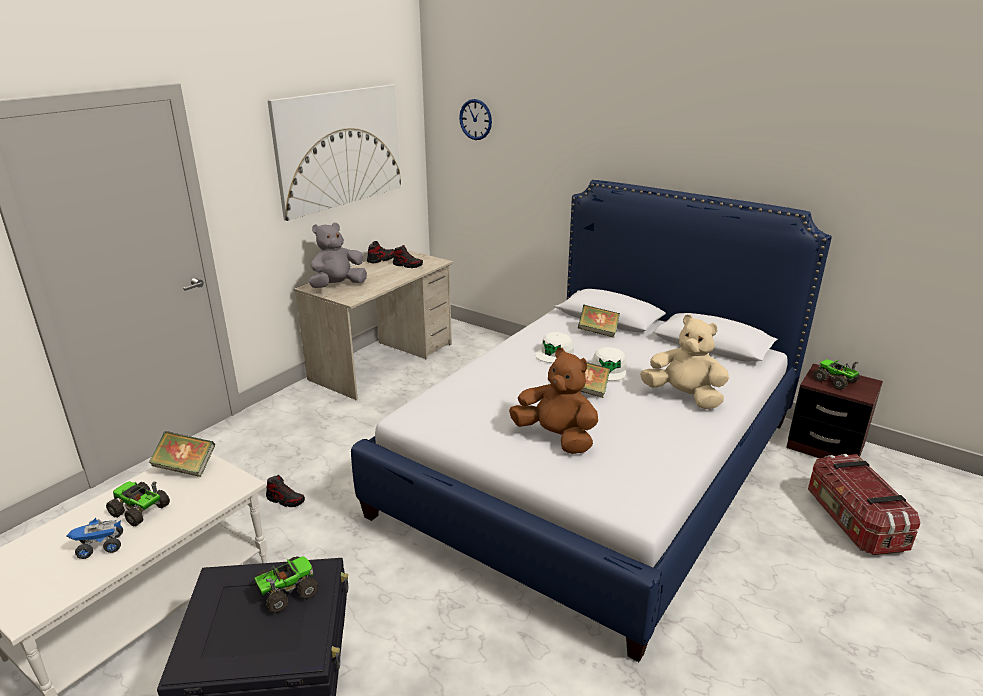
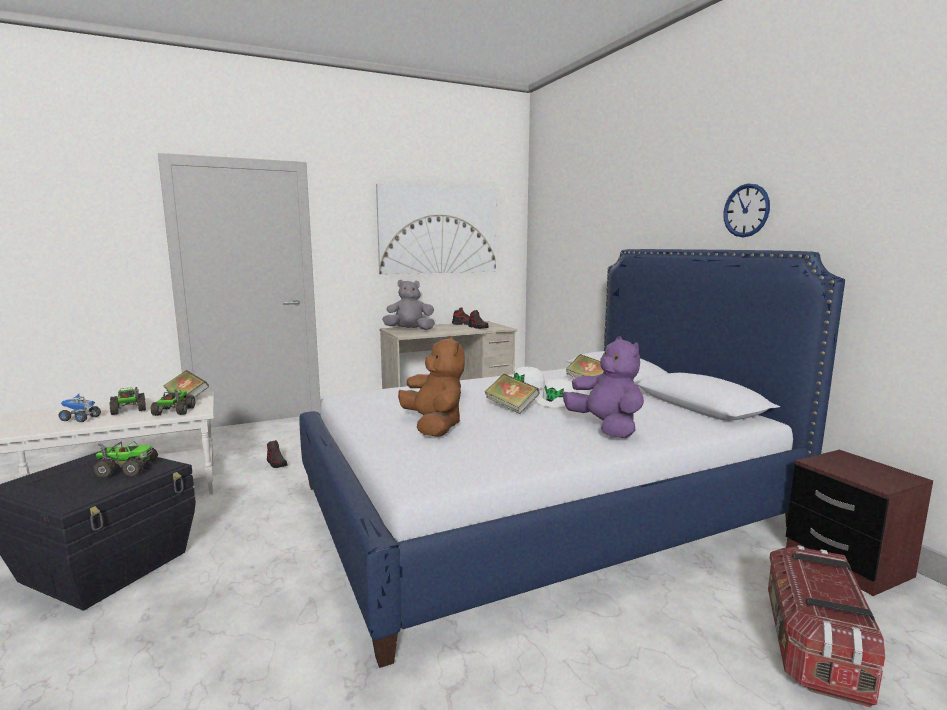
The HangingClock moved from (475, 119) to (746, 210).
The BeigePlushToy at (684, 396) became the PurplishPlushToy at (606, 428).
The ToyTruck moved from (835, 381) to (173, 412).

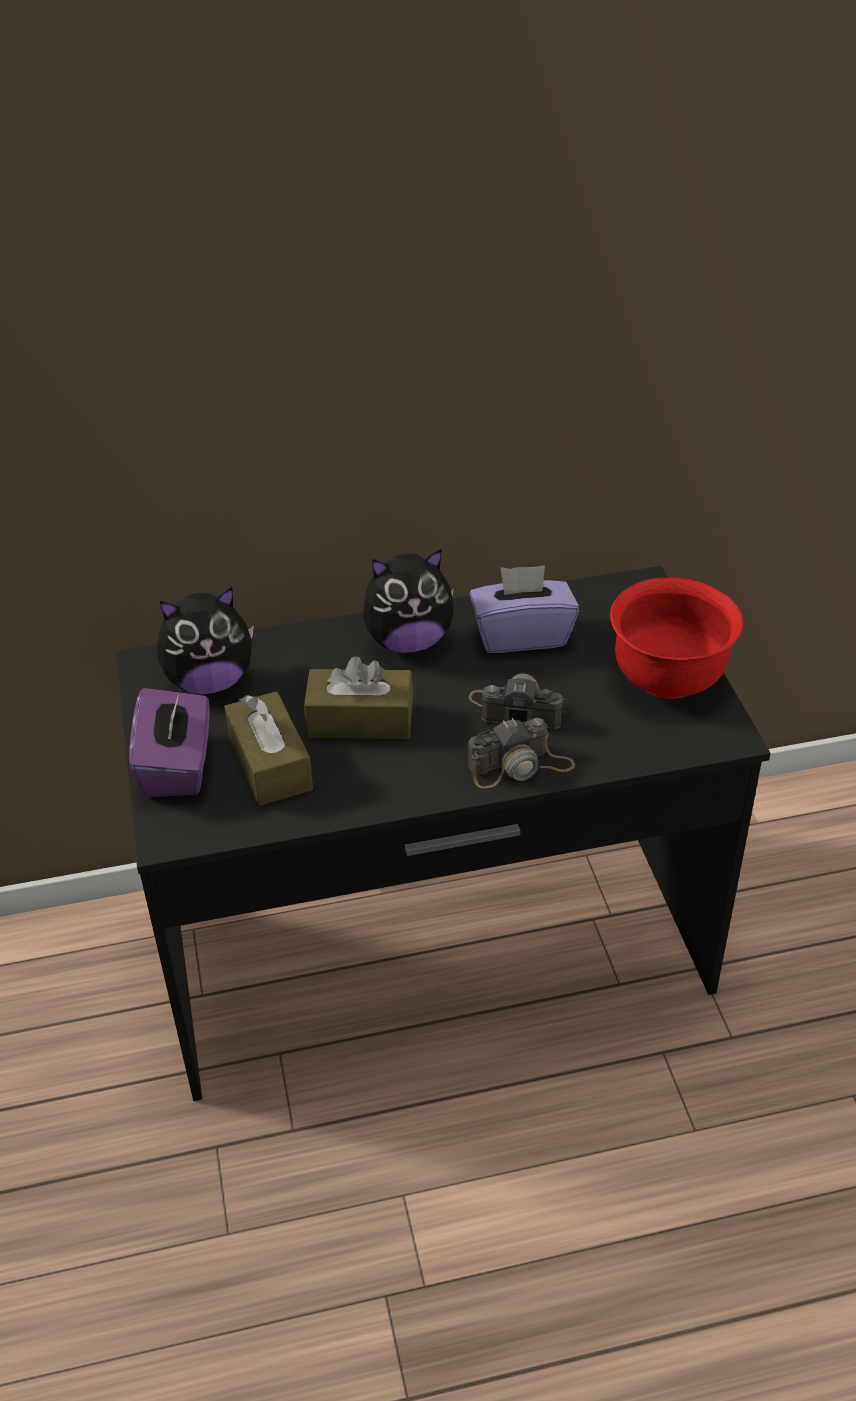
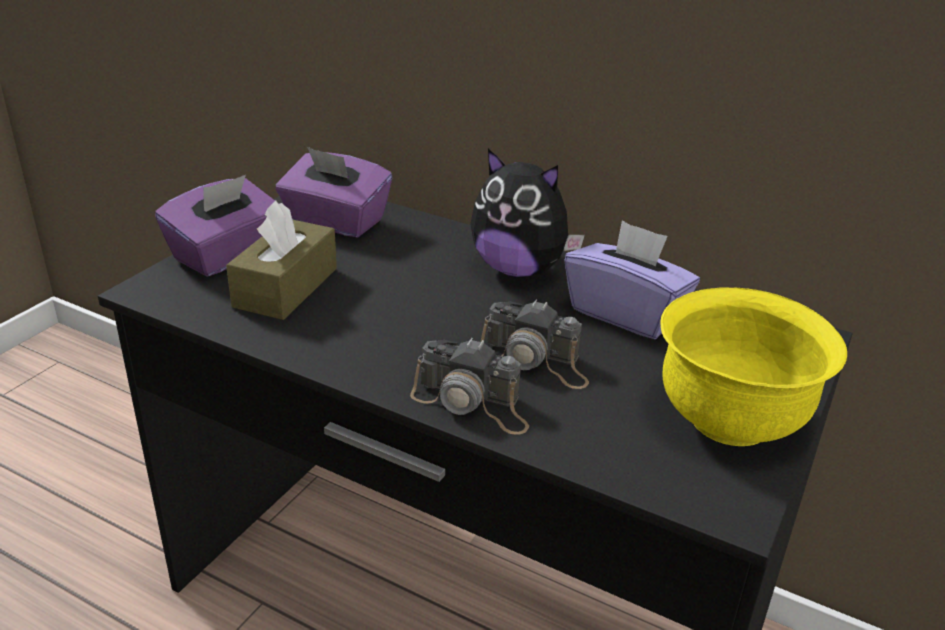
The RedDeepDish at (668, 679) became the YellowDeepDish at (731, 421).
The PlushToy at (209, 681) was replaced by the PurplishTissueBox at (335, 221).
The BrownTissueBox at (360, 720) disappeared.
The PhotoCamera at (515, 710) turned 150 degrees clockwise.

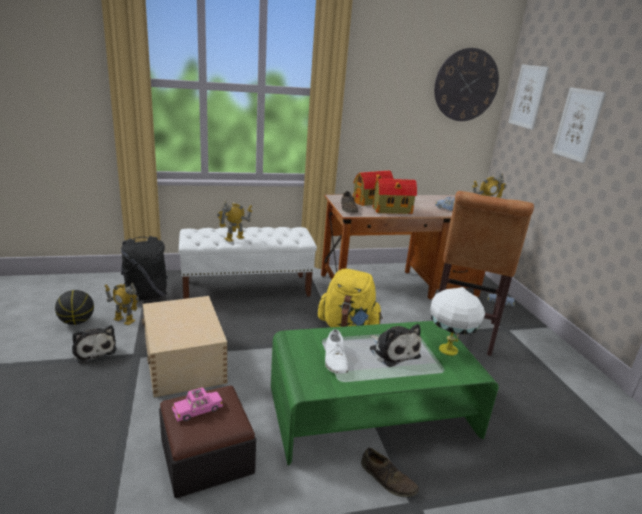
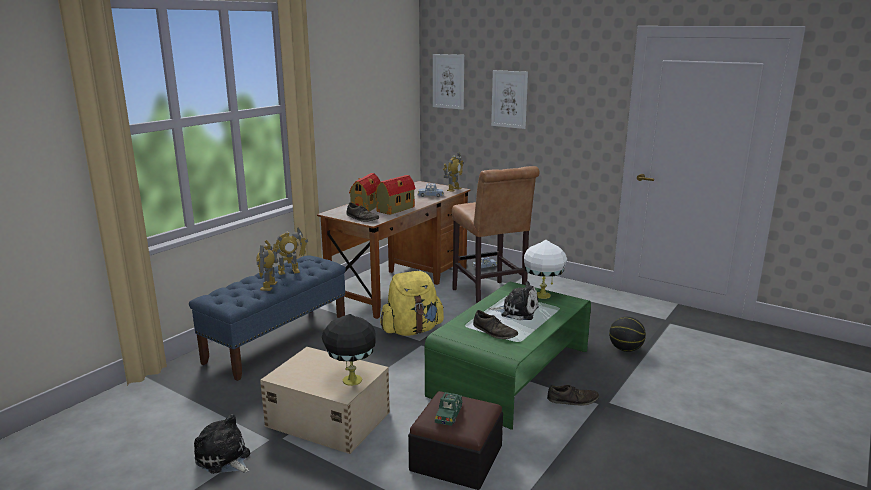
The HangingClock at (466, 85) disappeared.
The WhiteColouredBench at (247, 288) became the BlueBench at (278, 341).
The BlackishKnapsack at (146, 296) disappeared.
The ToyRobot moved from (124, 320) to (289, 272).
The BasketballBall moved from (76, 322) to (625, 349).
The PlushToy at (94, 350) turned 150 degrees counterclockwise.
The WhiteColouredLowShoe at (335, 359) became the BrownLowShoe at (494, 332).
The PinkModelCar at (198, 410) became the GreenColouredModelCar at (449, 414).
The BlackishLampForATable at (351, 380) appeared.

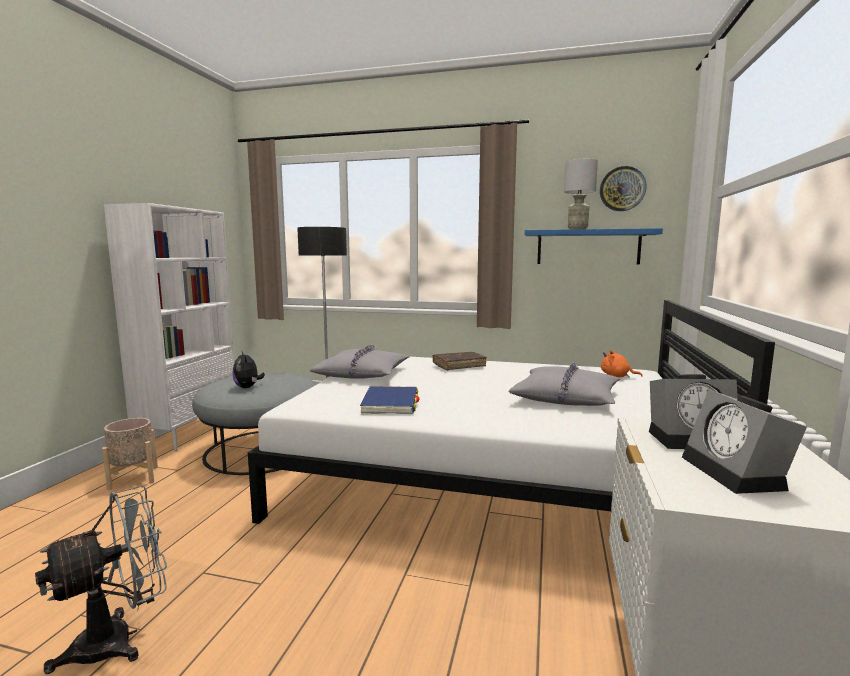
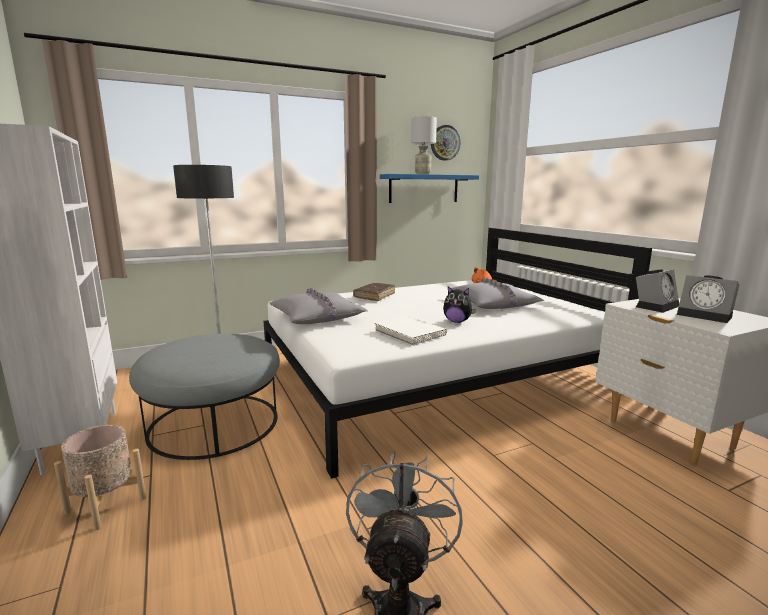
The PlushToy moved from (248, 387) to (457, 321).
The BlueBook at (390, 403) became the WhiteColouredBook at (410, 333).

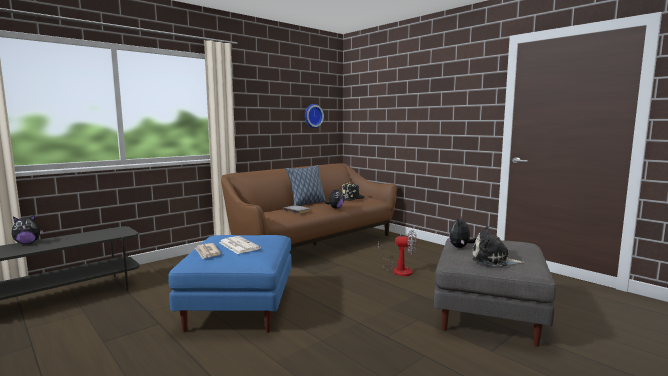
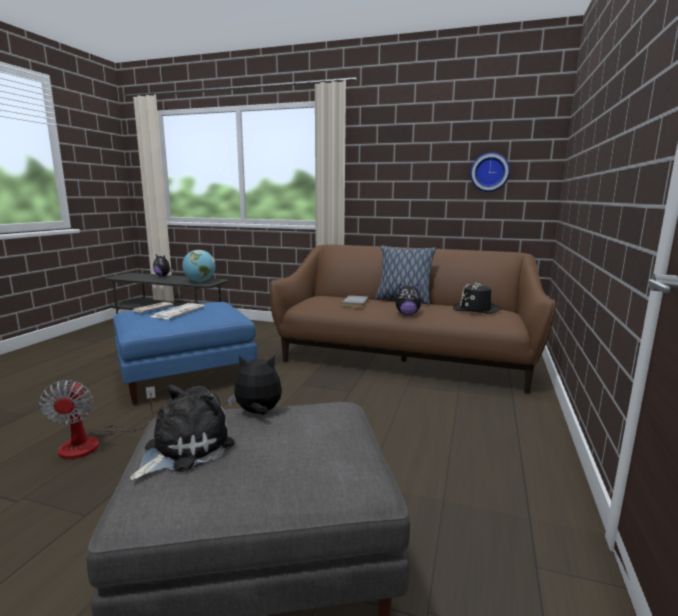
The PlushToy at (493, 260) turned 45 degrees clockwise.
The CoolingFan moved from (398, 269) to (93, 442).
The WorldGlobe at (200, 281) appeared.

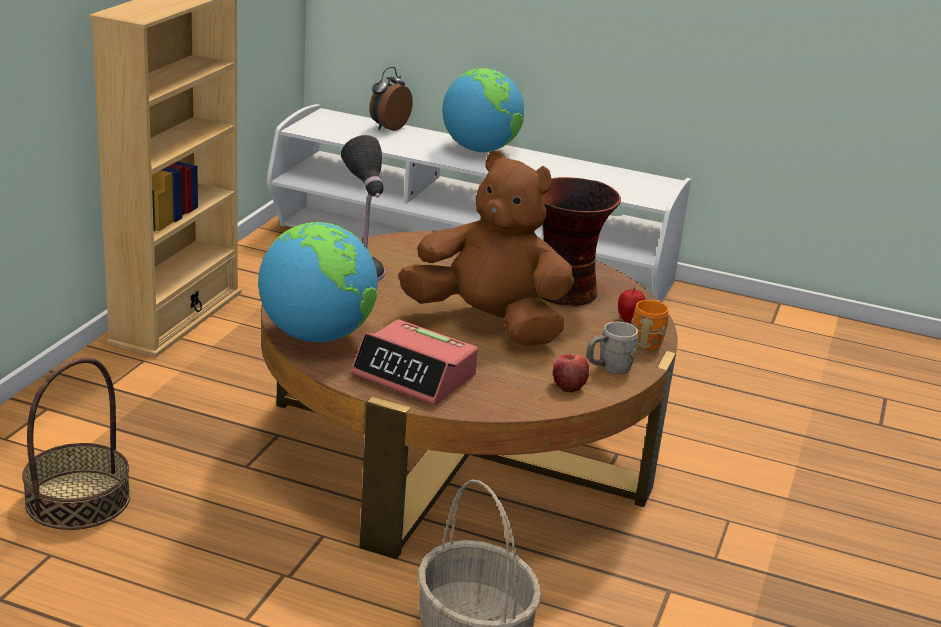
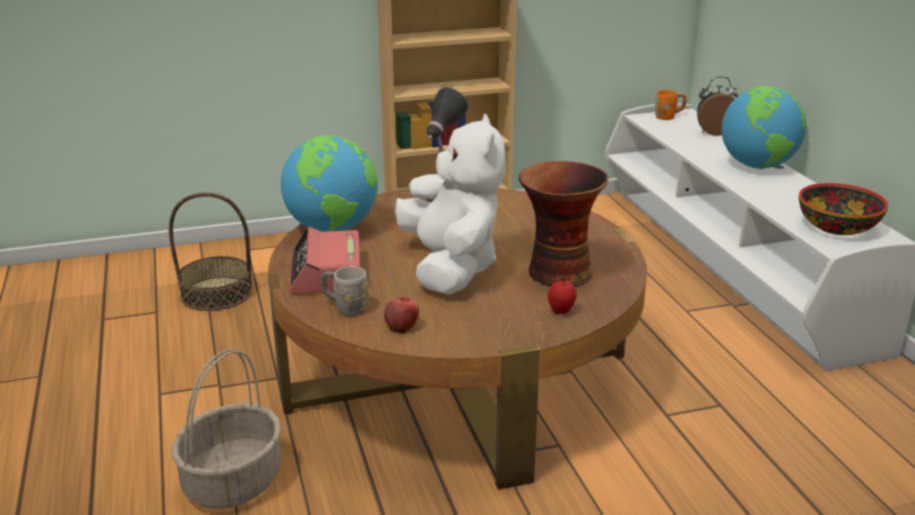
The BrownPlushToy at (488, 323) became the WhiteColouredPlushToy at (450, 267).
The OrangeColouredMug moved from (648, 340) to (669, 117).
The GreyishMug moved from (608, 368) to (345, 307).
The DeepDish at (837, 226) appeared.

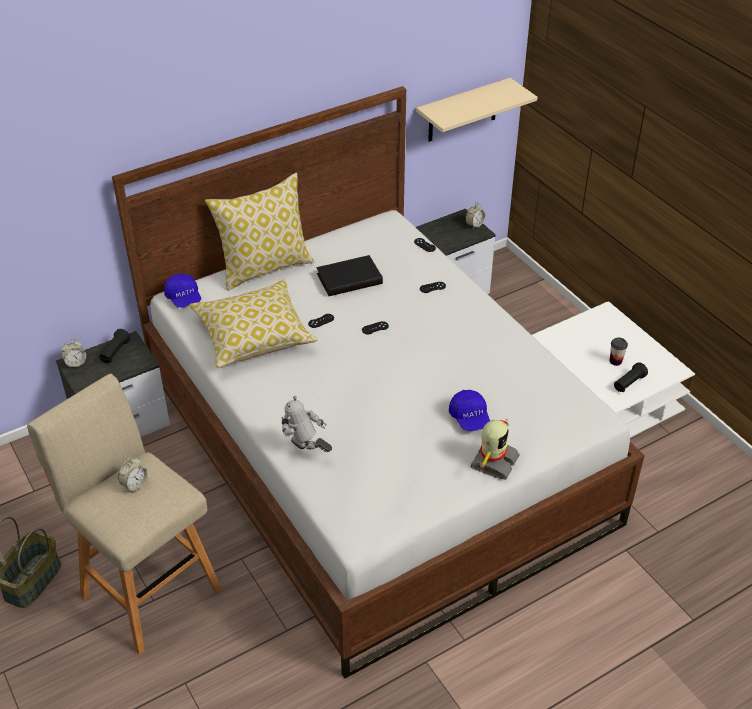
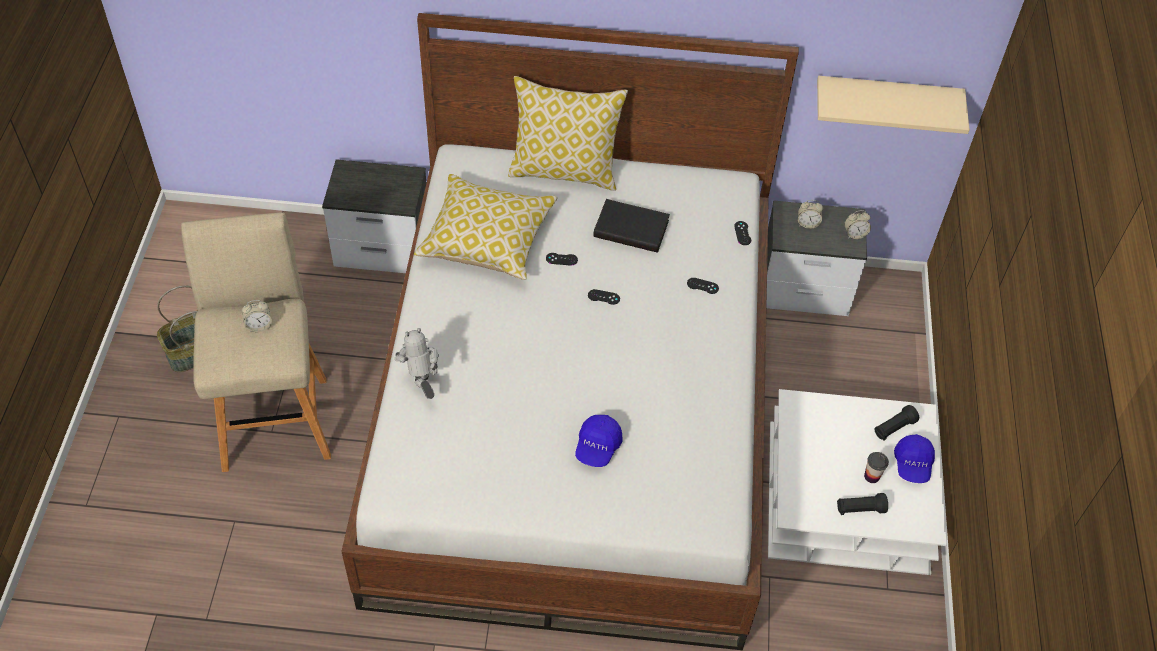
The BlueBaseballCap moved from (184, 298) to (912, 464).
The BlackishTorch moved from (115, 352) to (893, 428).
The BedsideClock moved from (75, 363) to (807, 223).
The ToyRobot at (493, 461) disappeared.

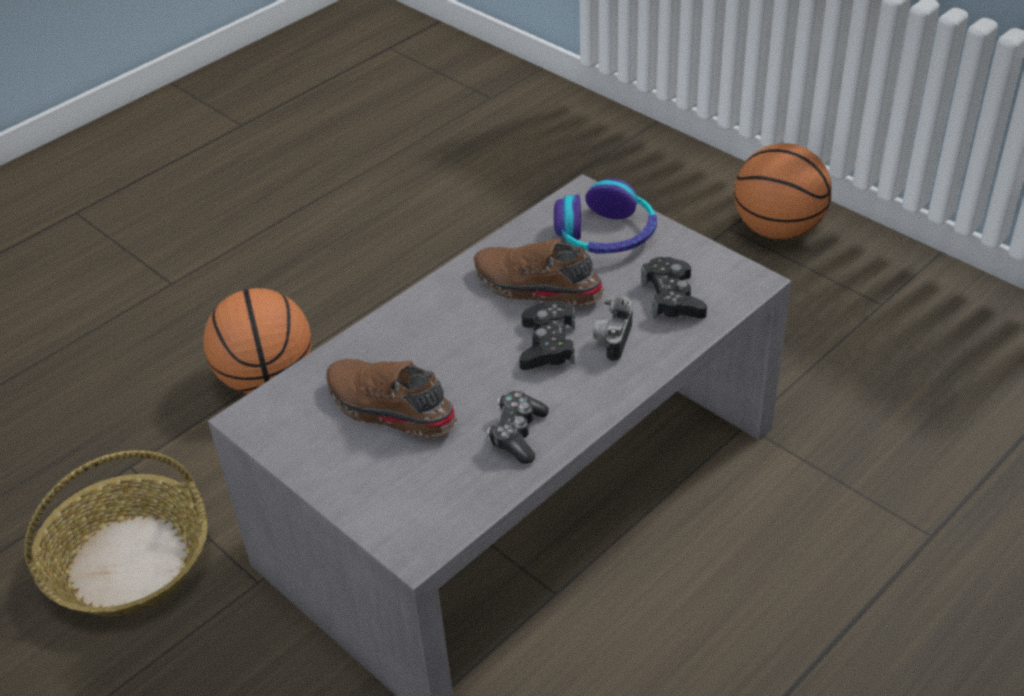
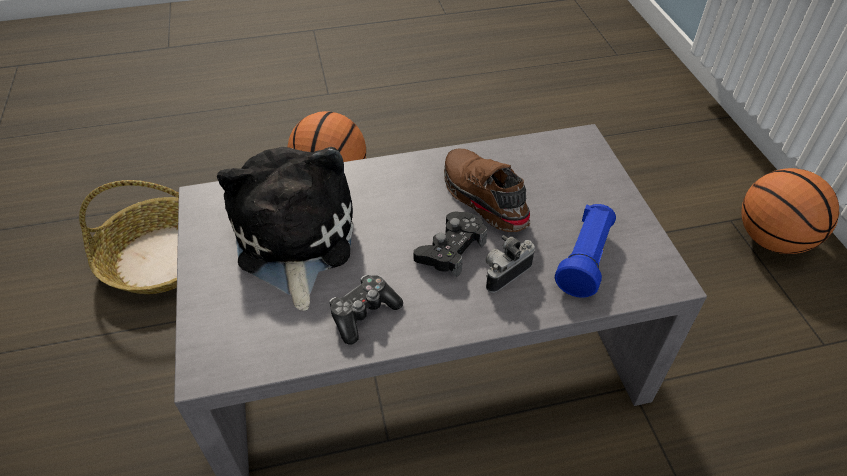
The Headset at (606, 235) disappeared.
The BlackishJoypad at (672, 298) was replaced by the BlueTorch at (585, 260).
The BrownLowShoe at (388, 410) was replaced by the PlushToy at (293, 241).

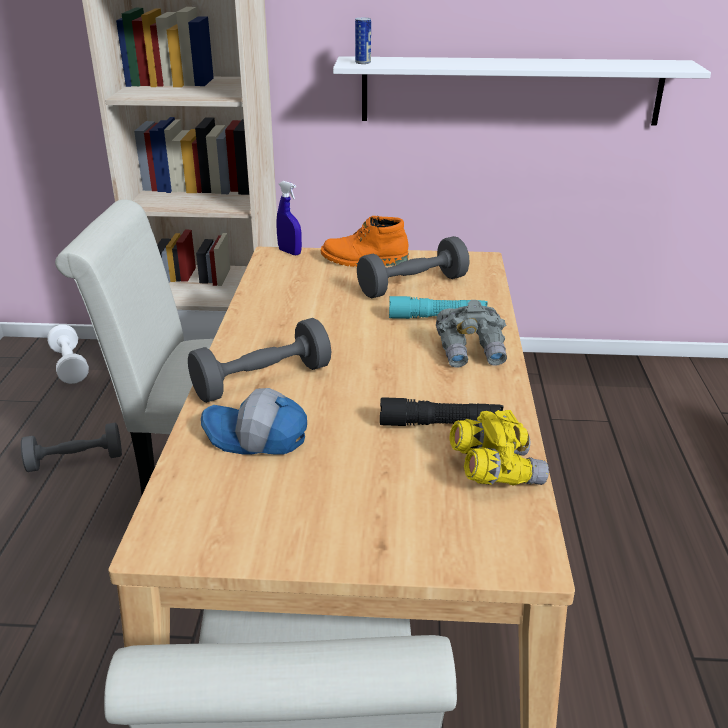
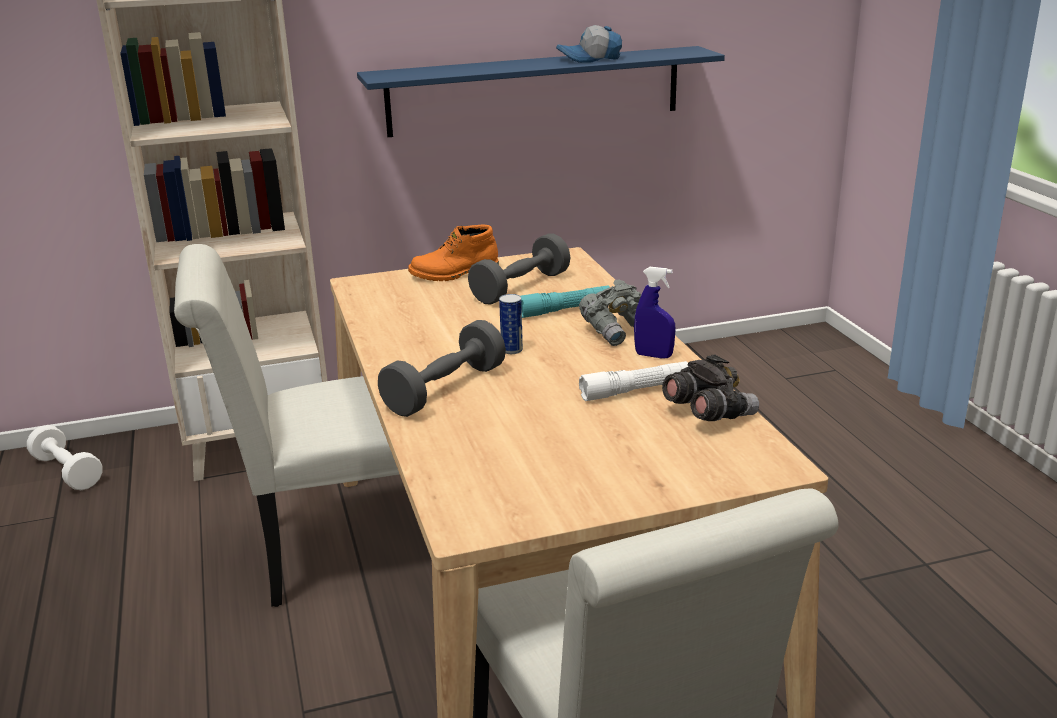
The Can moved from (363, 62) to (512, 350).
The WhiteColouredWallShelf at (510, 91) became the BlueWallShelf at (535, 91).
The BlueSprayBottle moved from (290, 252) to (653, 355).
The BaseballCap moved from (256, 438) to (590, 59).
The BlackishTorch at (441, 424) became the WhiteColouredTorch at (637, 390).
The YellowBinoculars at (494, 471) became the GreyishBinoculars at (708, 414).
The GreyishHandWeight at (75, 461) disappeared.

